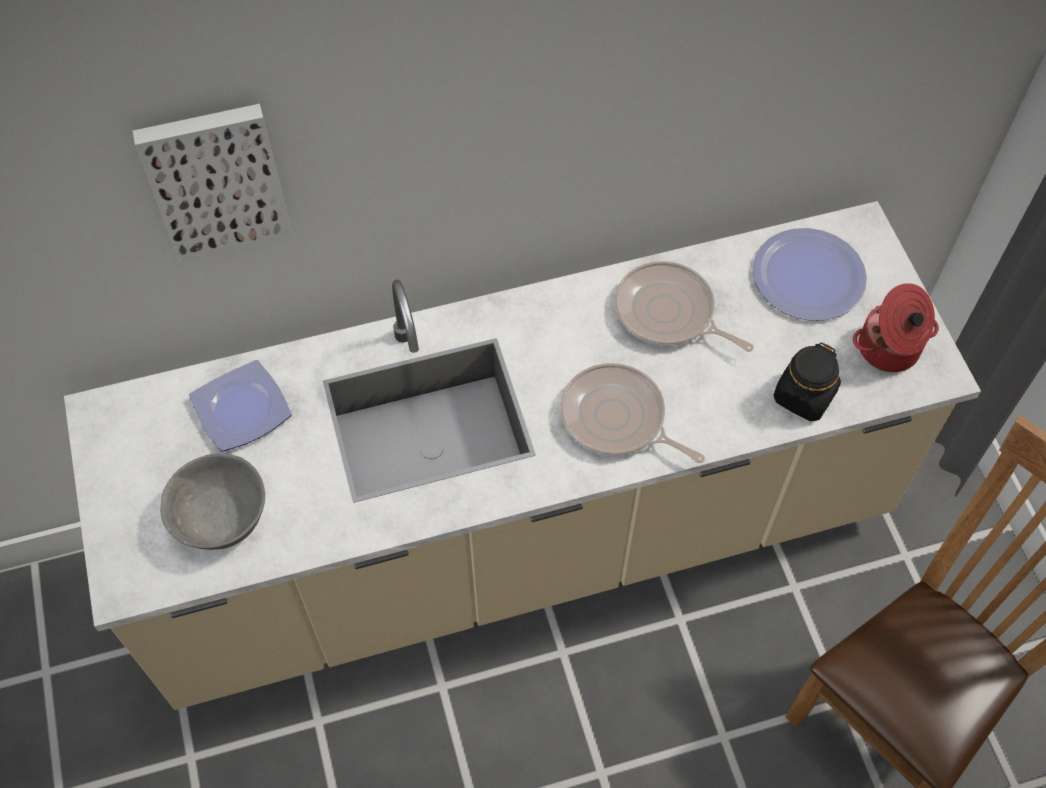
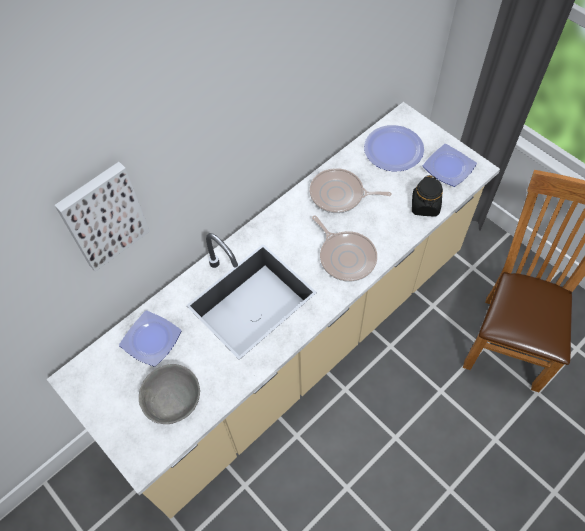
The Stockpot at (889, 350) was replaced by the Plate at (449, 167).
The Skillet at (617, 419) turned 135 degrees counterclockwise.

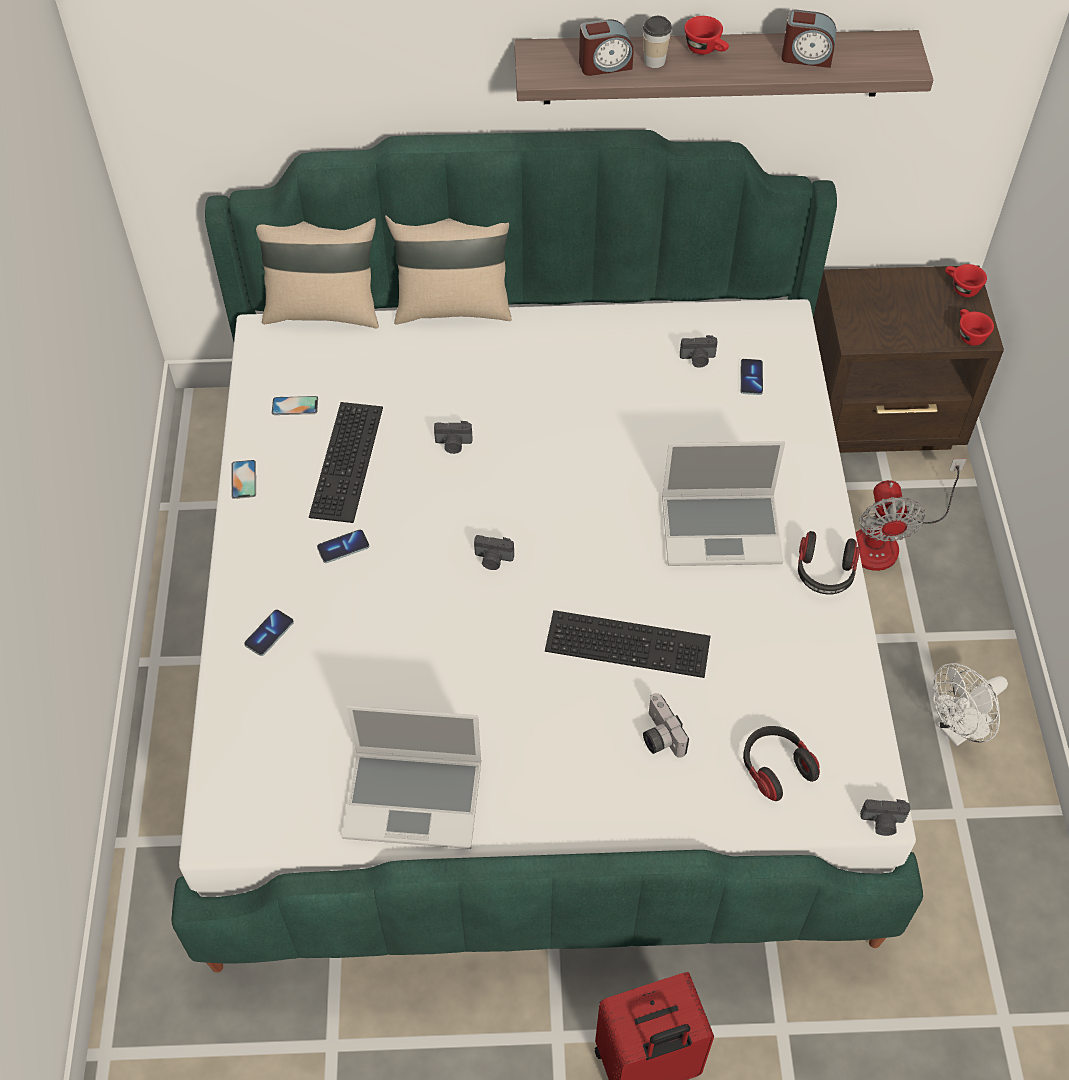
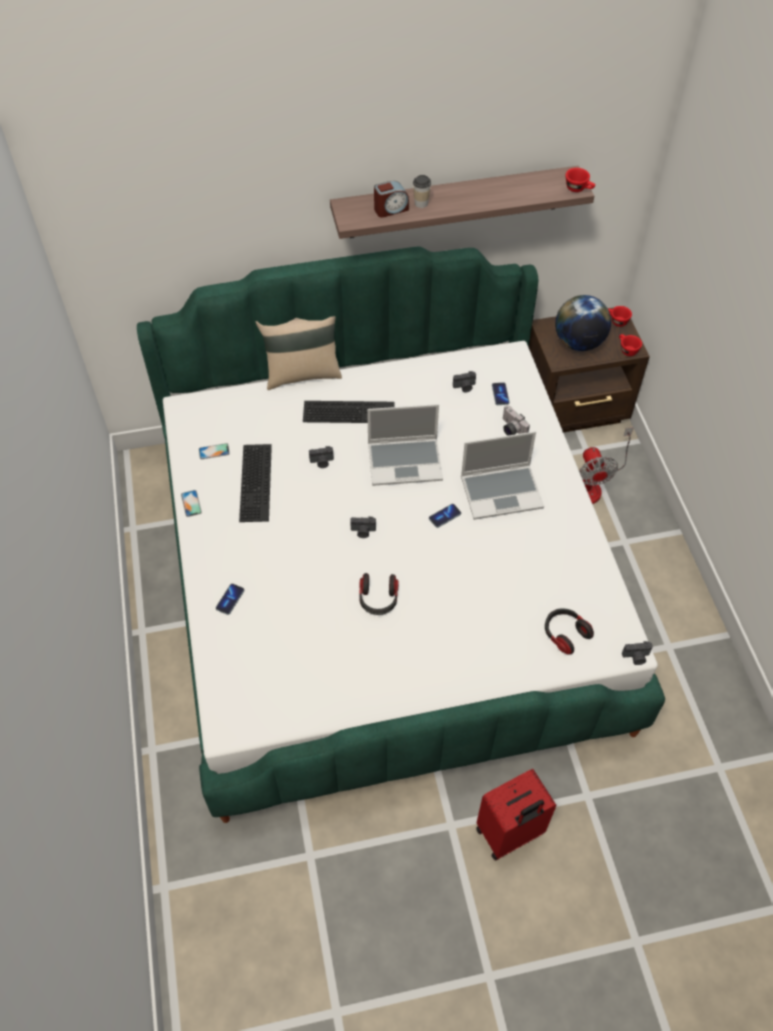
The BedsideClock at (806, 56) disappeared.
The RedCup moved from (706, 50) to (578, 189).
The BeigePillow at (323, 310) disappeared.
The Phone moved from (343, 547) to (445, 516).
The Headset moved from (824, 573) to (378, 599).
The Keyboard moved from (629, 641) to (349, 411).
The WhiteColouredCoolingFan at (958, 730) disappeared.
The PhotoCamera moved from (658, 736) to (511, 429).
The NotebookComputer moved from (415, 798) to (405, 462).
The WorldGlobe at (578, 342) appeared.

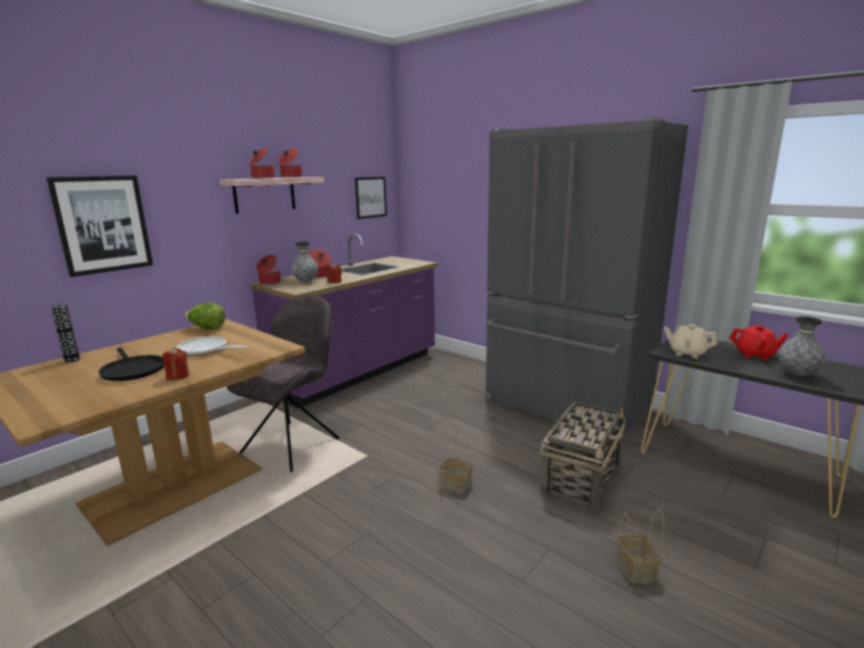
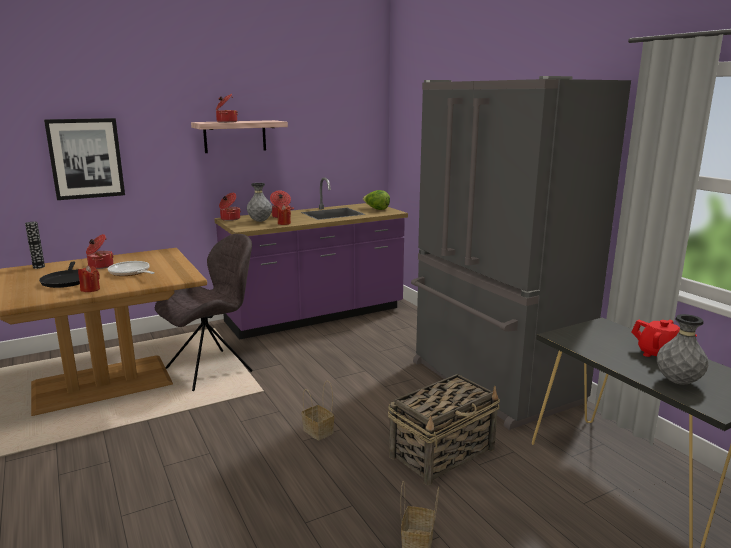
The Stockpot moved from (291, 177) to (100, 266).
The WallArt at (371, 197) disappeared.
The Lettuce moved from (207, 329) to (376, 209).
The BeigePotForTea at (687, 353) disappeared.

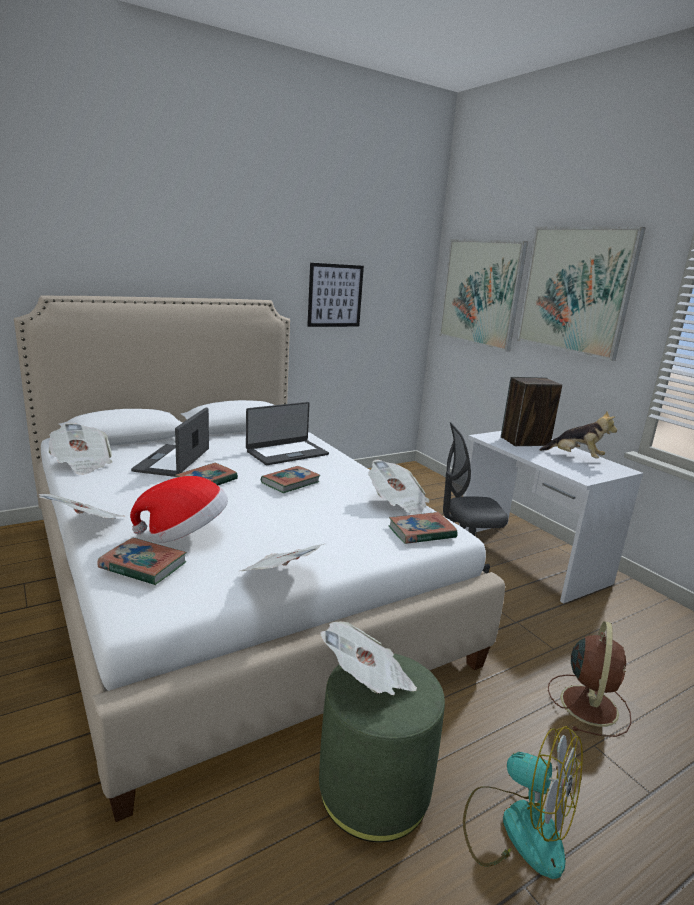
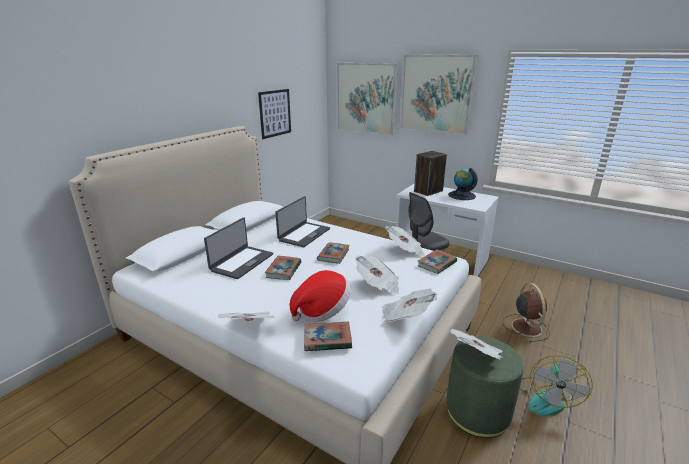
The NotebookComputer at (173, 461) turned 135 degrees counterclockwise.
The PlushToy at (575, 457) was replaced by the WorldGlobe at (461, 195).
The Newspaper moved from (82, 463) to (378, 285).
The CoolingFan at (517, 827) turned 105 degrees clockwise.

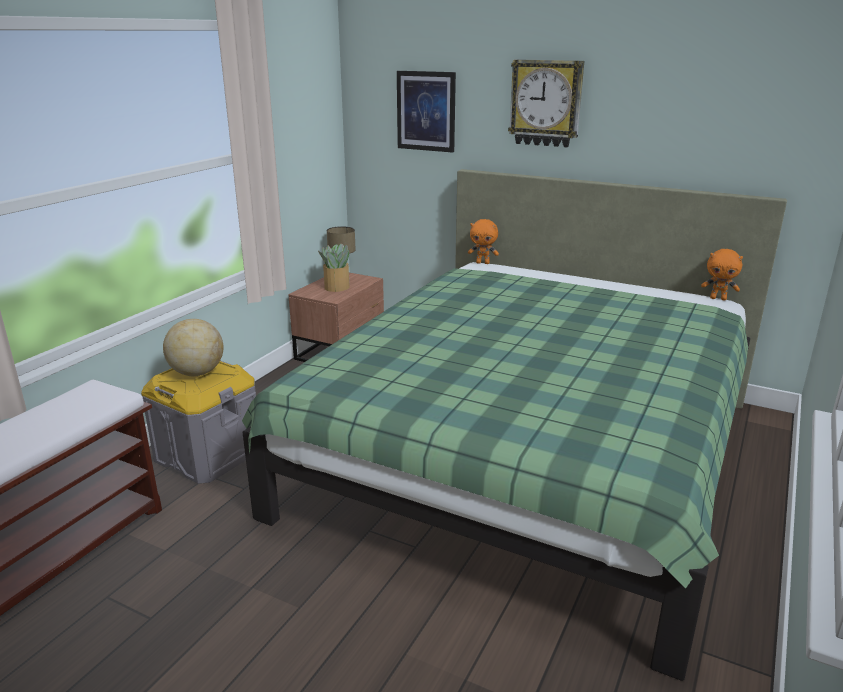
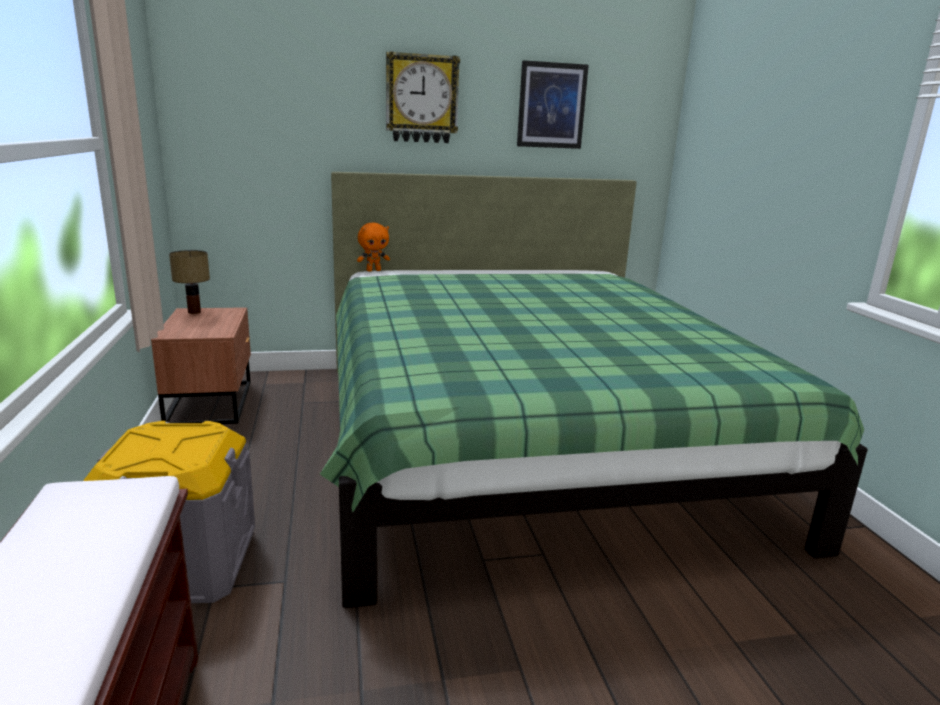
The WallArt moved from (426, 111) to (551, 105).
The Houseplant at (336, 287) disappeared.
The OrangeColouredPlushToy at (718, 298) disappeared.
The WorldGlobe at (197, 373) disappeared.

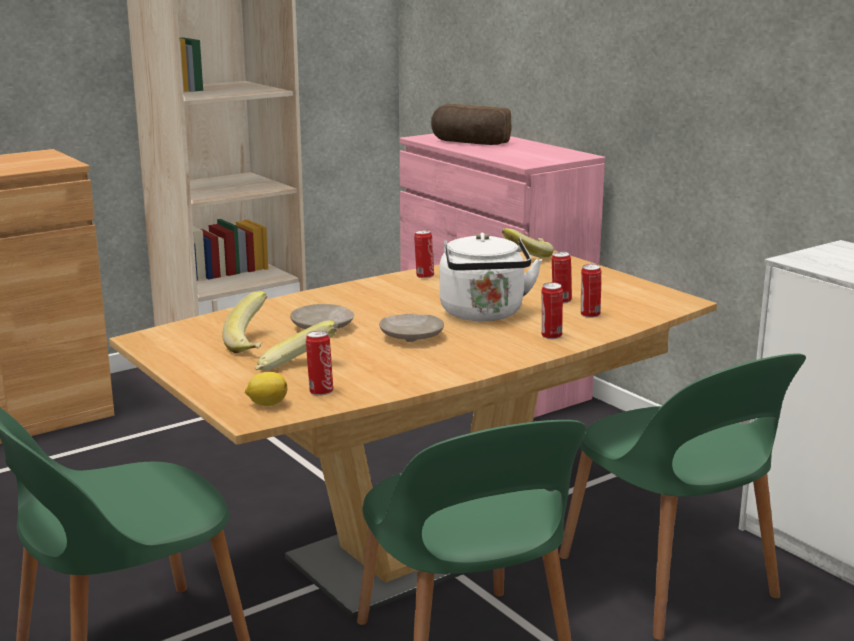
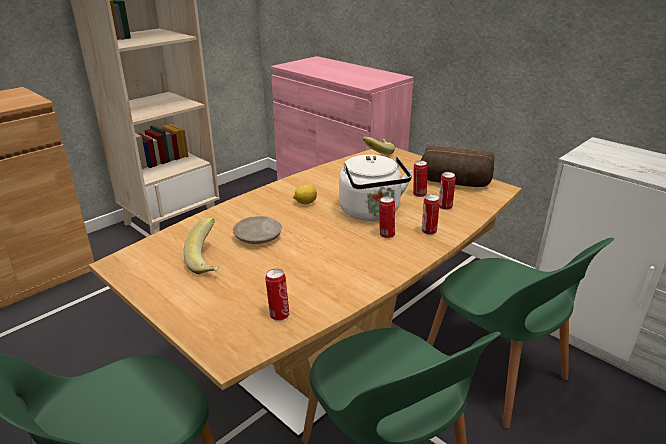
The BakeryBread moved from (469, 142) to (454, 182).
The Can moved from (424, 276) to (386, 235).
The BeigePlate at (412, 336) disappeared.
The BananaFruit at (295, 370) disappeared.
The Lemon moved from (267, 404) to (305, 203).

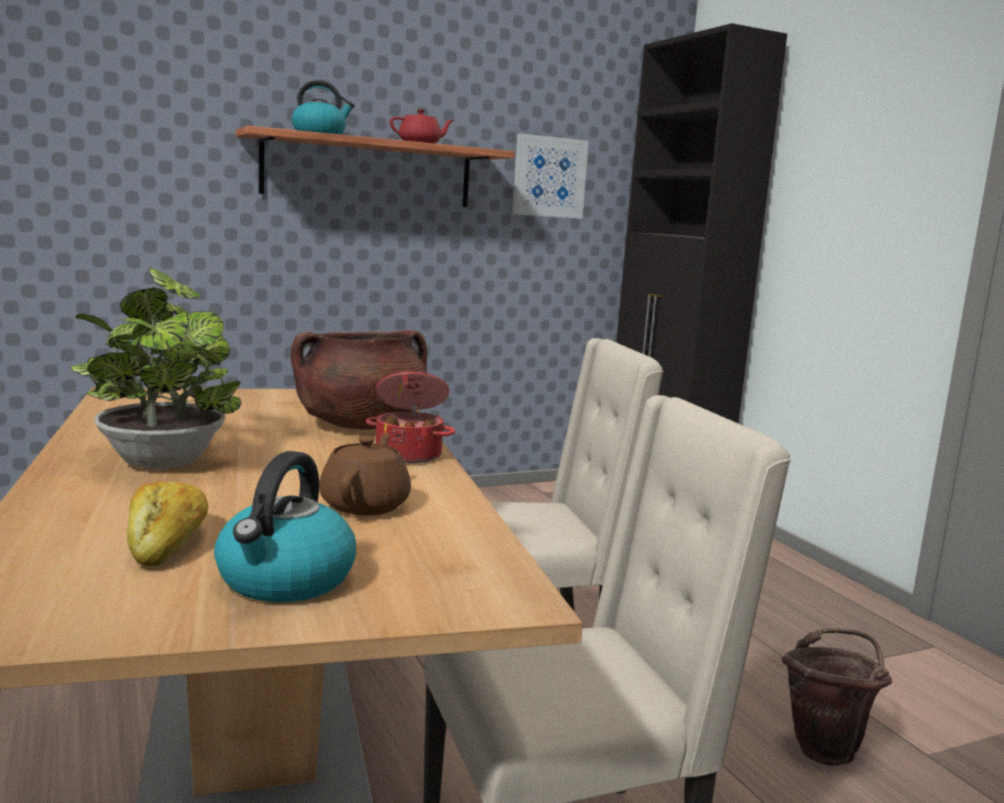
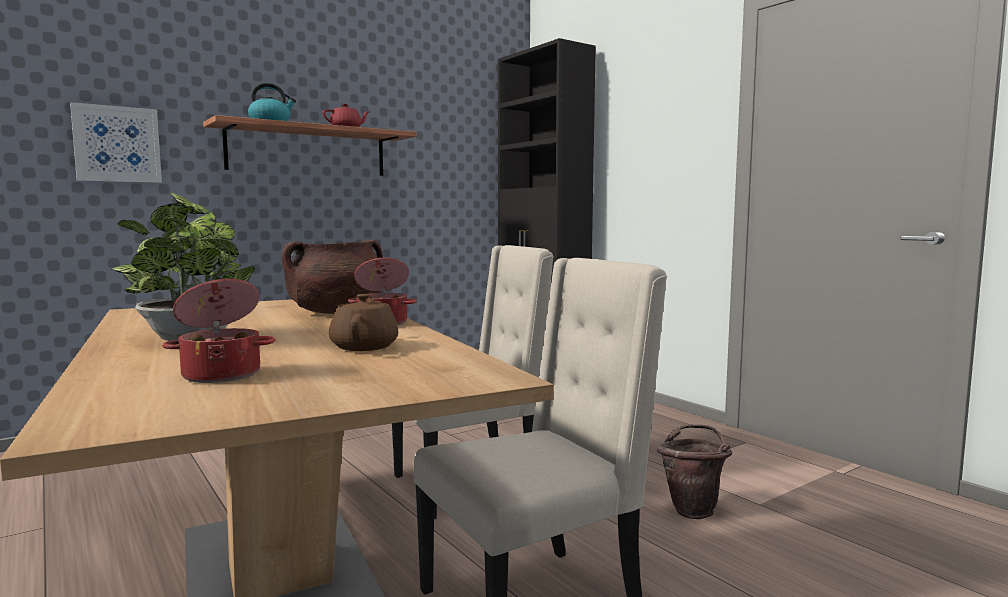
The WallArt moved from (549, 177) to (117, 144).
The Kettle at (285, 580) disappeared.
The BakeryBread at (168, 542) was replaced by the Stockpot at (222, 374).

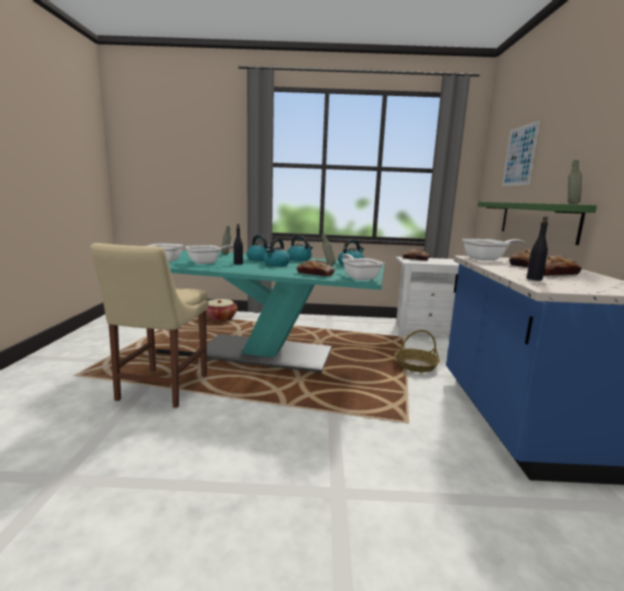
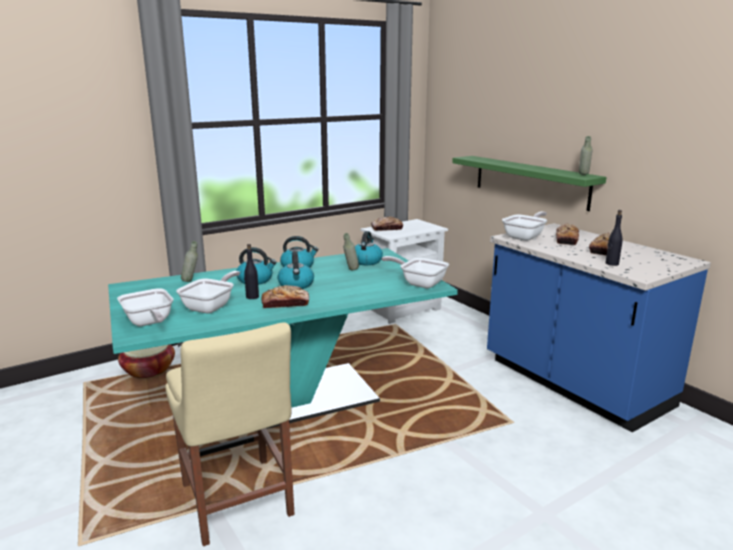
The WallArt at (519, 156) disappeared.
The BakeryBread moved from (315, 274) to (285, 303).
The StorageBasket at (416, 365) disappeared.

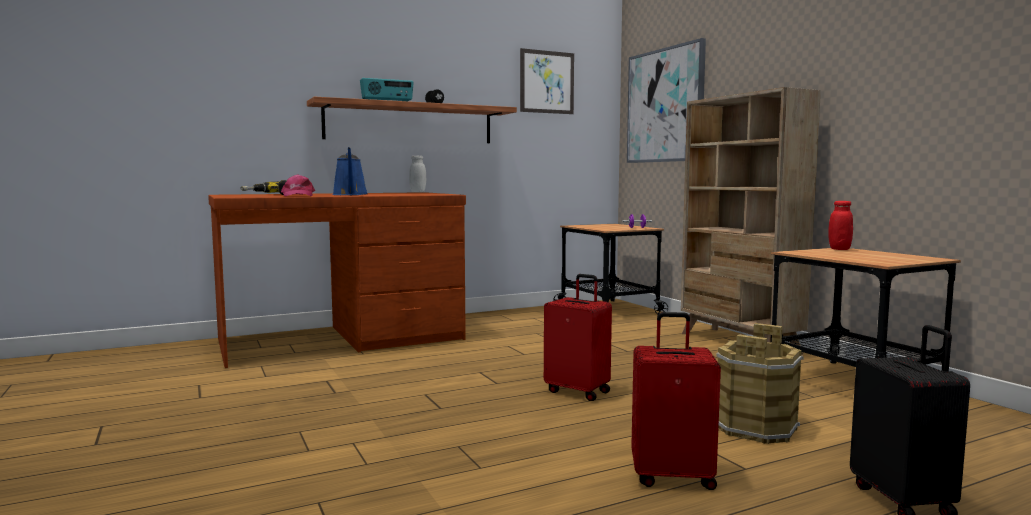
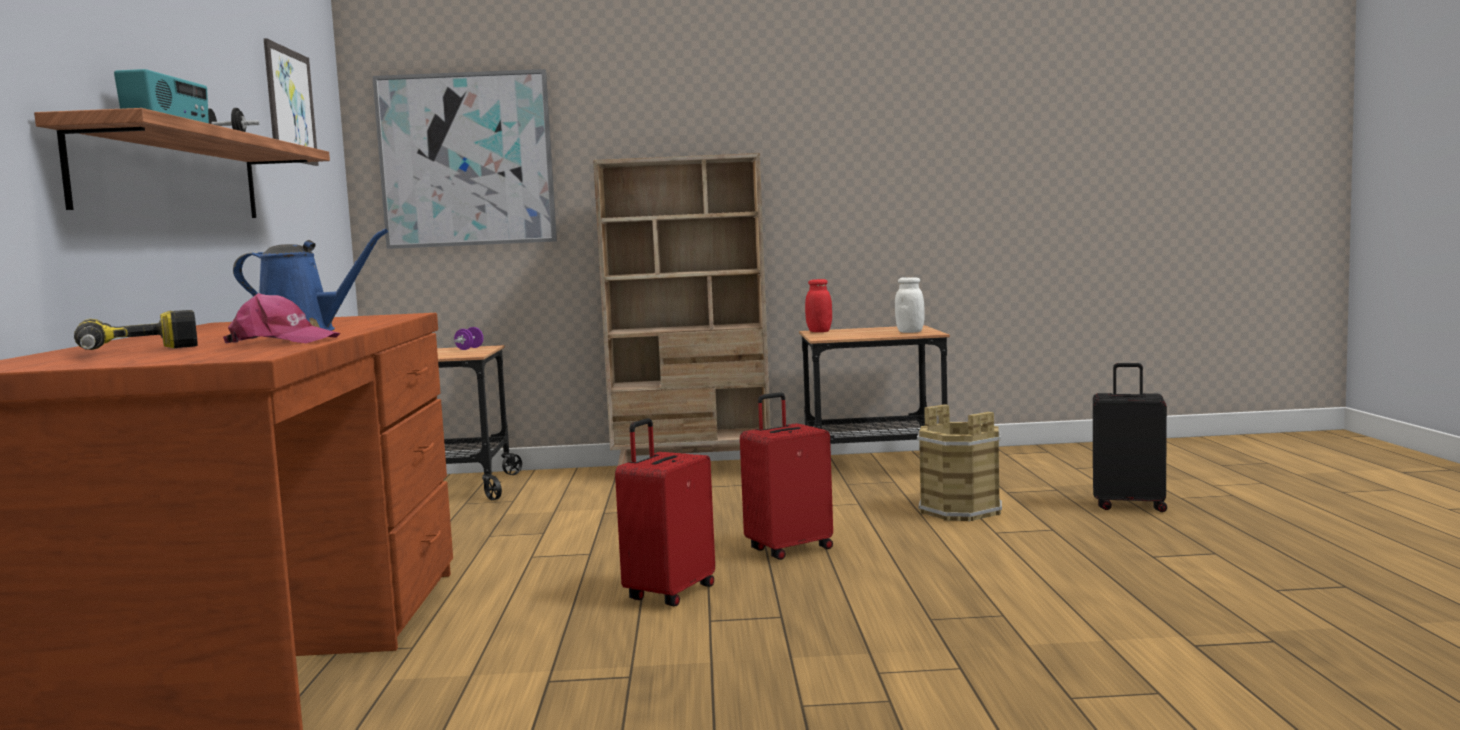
The WhiteColouredStorageJar moved from (418, 192) to (910, 332).
The RedPieceOfLuggage moved from (672, 476) to (668, 593).

